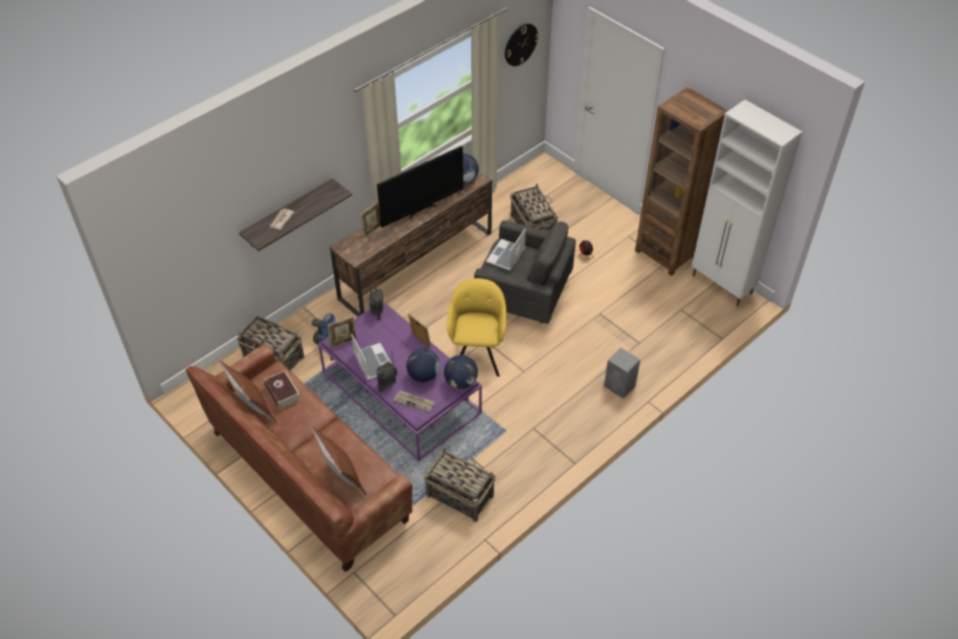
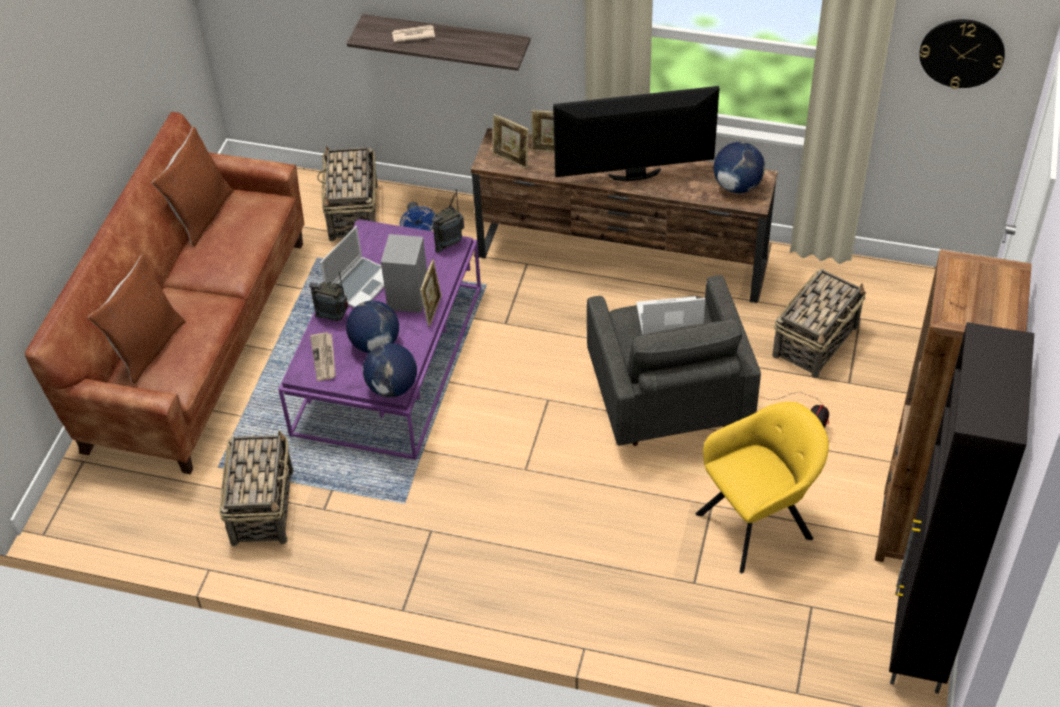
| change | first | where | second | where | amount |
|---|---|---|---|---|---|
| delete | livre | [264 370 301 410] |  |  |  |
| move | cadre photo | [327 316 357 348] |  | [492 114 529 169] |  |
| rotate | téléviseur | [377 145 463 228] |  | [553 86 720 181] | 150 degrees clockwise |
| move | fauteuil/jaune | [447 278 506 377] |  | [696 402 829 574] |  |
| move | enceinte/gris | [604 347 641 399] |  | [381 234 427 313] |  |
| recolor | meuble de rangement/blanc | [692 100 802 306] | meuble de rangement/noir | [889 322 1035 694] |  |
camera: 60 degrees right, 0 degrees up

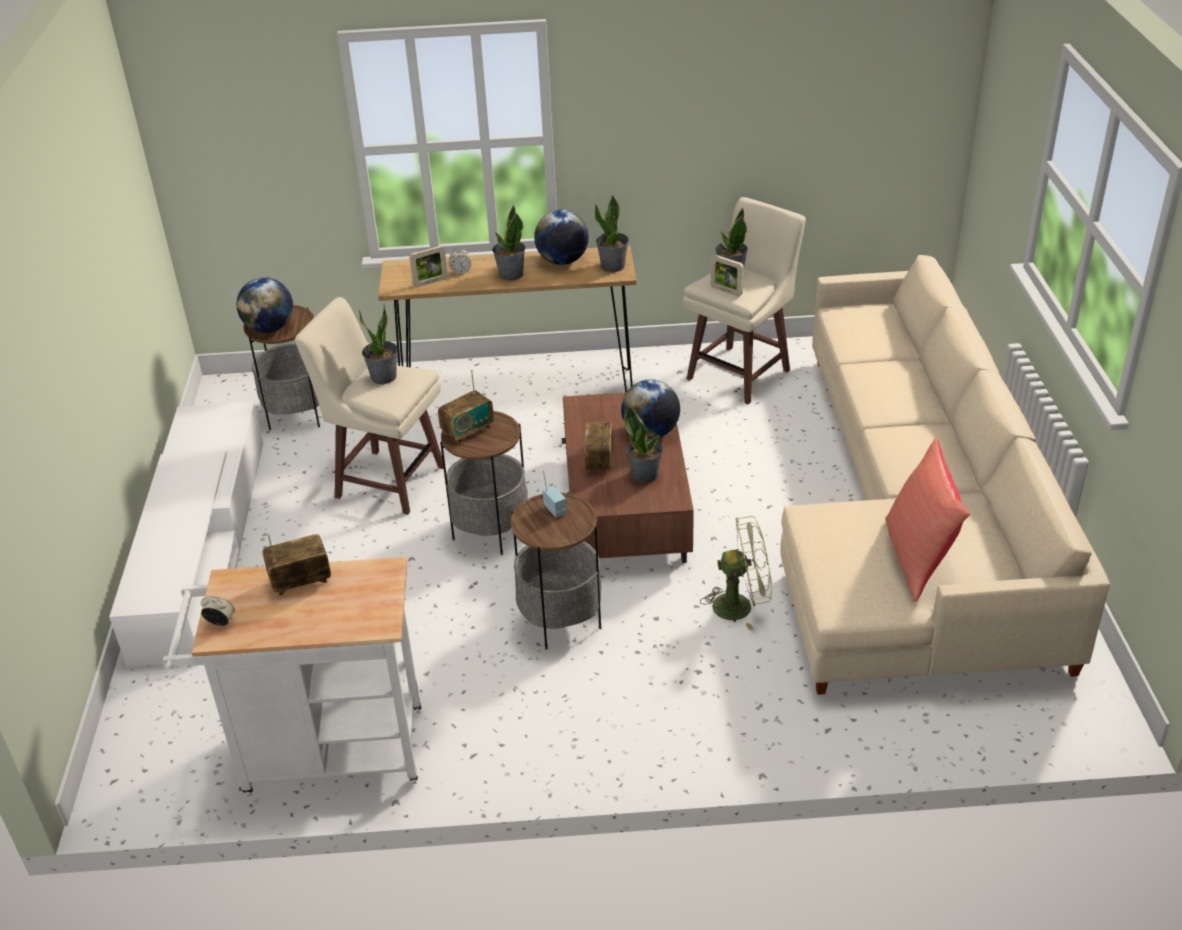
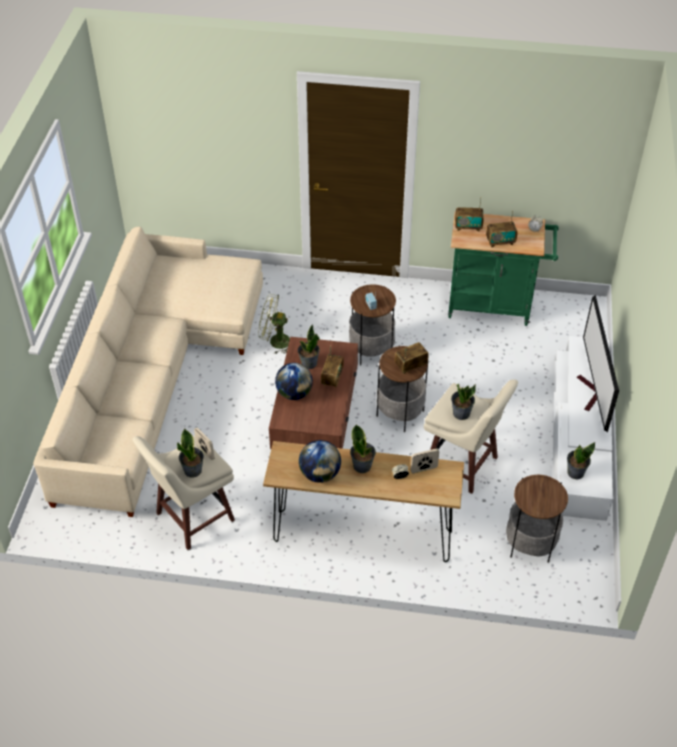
| change | first | where | second | where | amount |
|---|---|---|---|---|---|
| recolor | chariot/blanc | [163 557 421 796] | chariot/vert | [448 211 559 326] |  |
| delete | globe | [236 277 293 333] |  |  |  |
| move | plante en pot | [595 195 629 272] |  | [567 442 595 479] |  |
| delete | coussin/rouge | [885 438 970 602] |  |  |  |
| insert |  |  | radio | [455 199 484 231] |  |
| insert |  |  | téléviseur | [577 295 619 432] |  |
camera: 170 degrees left, 10 degrees up

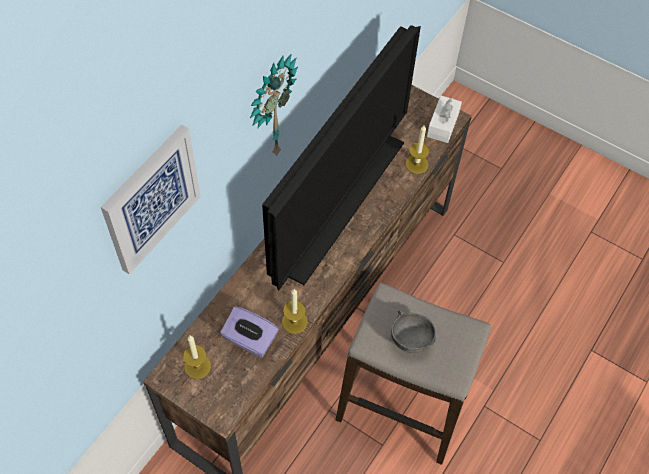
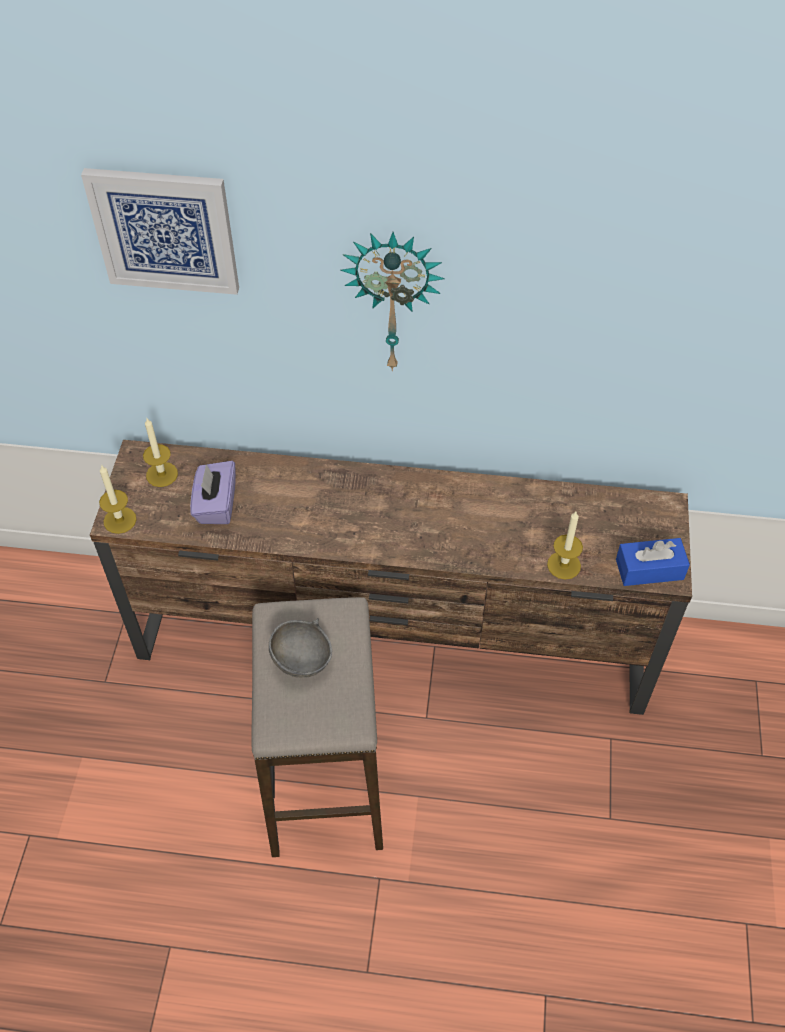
| change | first | where | second | where | amount |
|---|---|---|---|---|---|
| delete | téléviseur | [262 25 421 291] |  |  |  |
| move | bougie | [282 289 308 334] |  | [99 464 136 534] |  |
| recolor | boîte à mouchoirs/blanc | [427 96 462 143] | boîte à mouchoirs/bleu | [616 538 690 586] |  |
camera: 65 degrees right, 5 degrees down

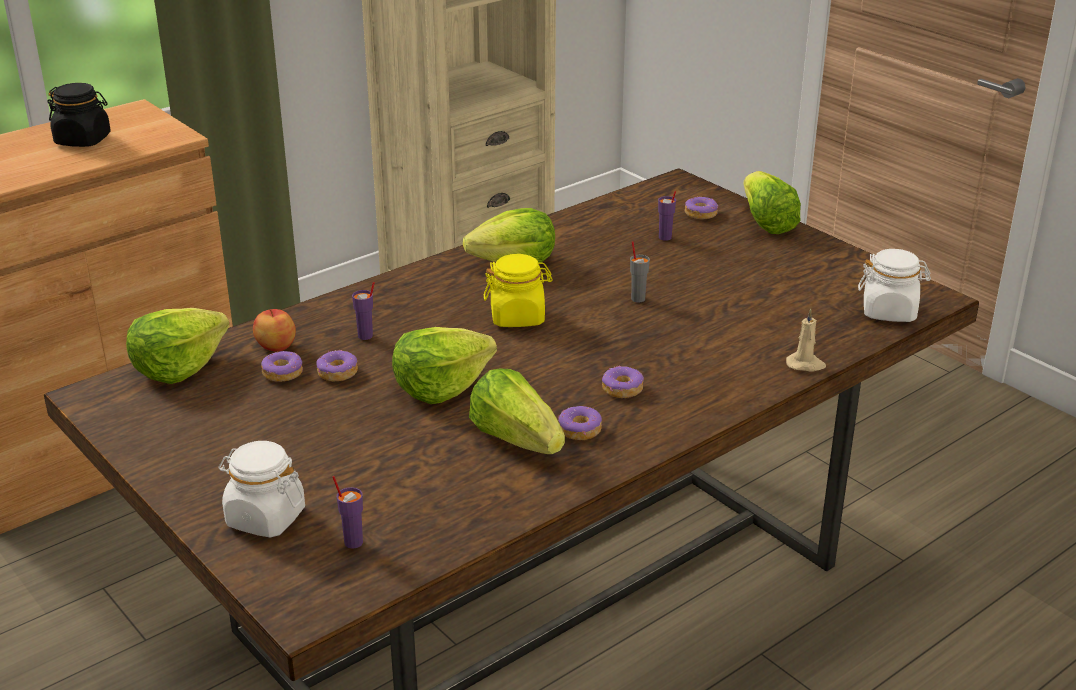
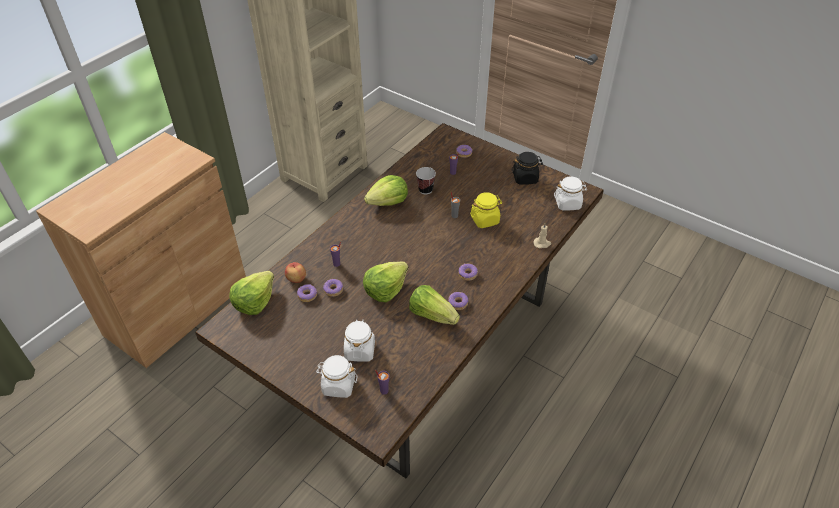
| change | first | where | second | where | amount |
|---|---|---|---|---|---|
| move | bocal/noir | [47 83 111 147] |  | [512 152 543 185] |  |
| move | bocal/jaune | [484 254 553 327] |  | [470 192 502 228] |  |
| delete | laitue | [744 171 801 234] |  |  |  |
| insert |  |  | bocal/blanc | [344 319 375 362] |  |
| insert |  |  | tasse | [416 167 436 194] |  |
camera: 15 degrees left, 15 degrees up

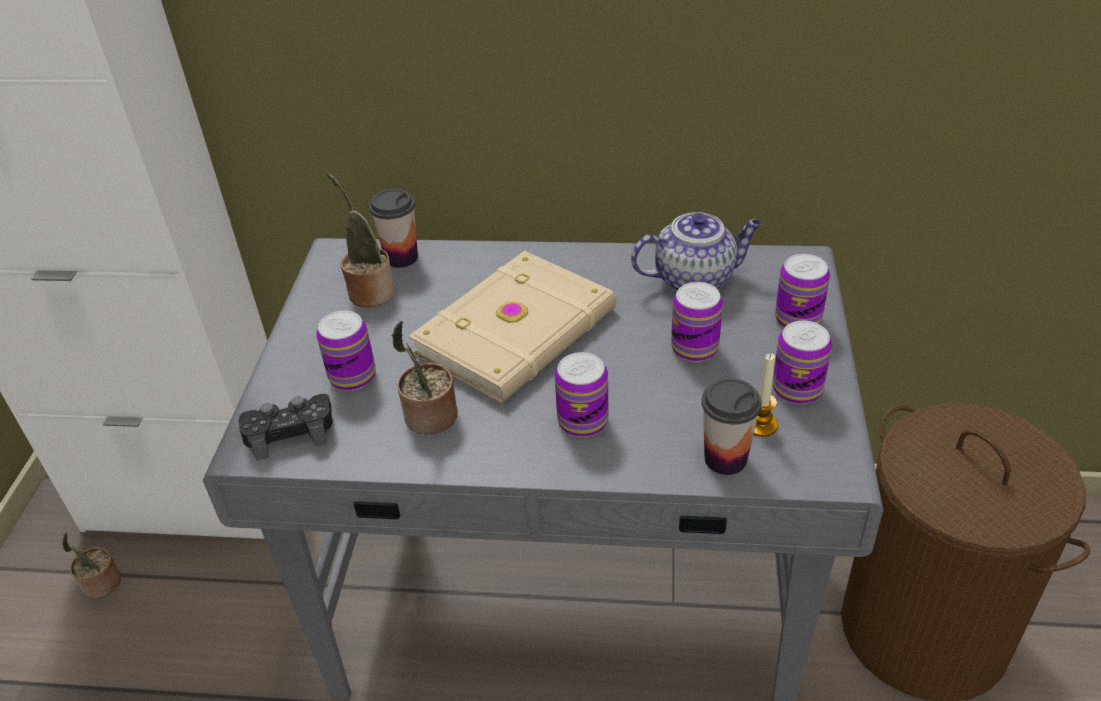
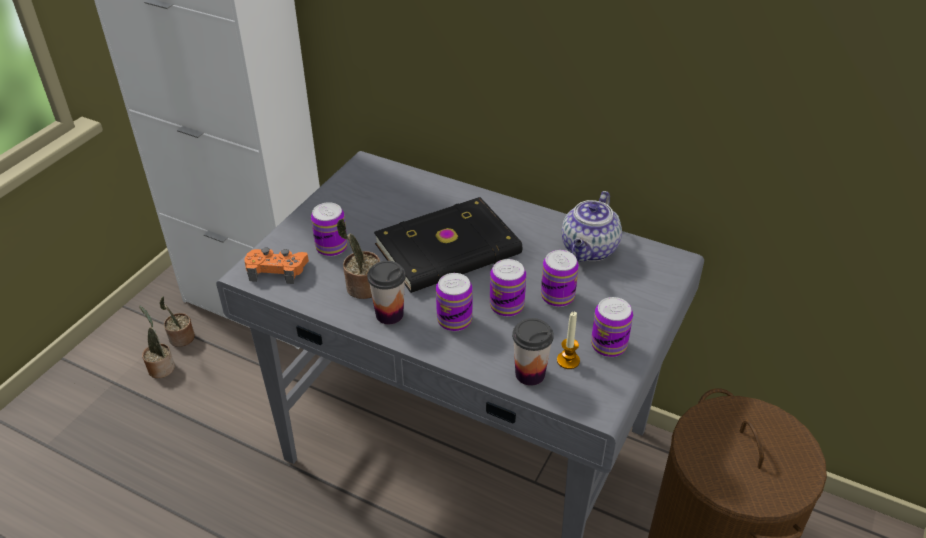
| change | first | where | second | where | amount |
|---|---|---|---|---|---|
| recolor | manette/noir | [238 394 333 461] | manette/orange | [244 248 309 284] |  |
| move | plante en pot | [327 173 395 308] |  | [139 306 175 378] |  |
| move | tasse | [369 189 418 268] |  | [367 261 406 324] |  |
| recolor | livre/beige | [409 251 616 403] | livre/noir | [374 197 522 293] |  |
| rotate | théière | [631 212 762 291] |  | [562 191 622 262] | 105 degrees clockwise |
| move | boîte métallique | [775 254 830 328] |  | [490 259 526 317] |  |
camera: 20 degrees right, 0 degrees up

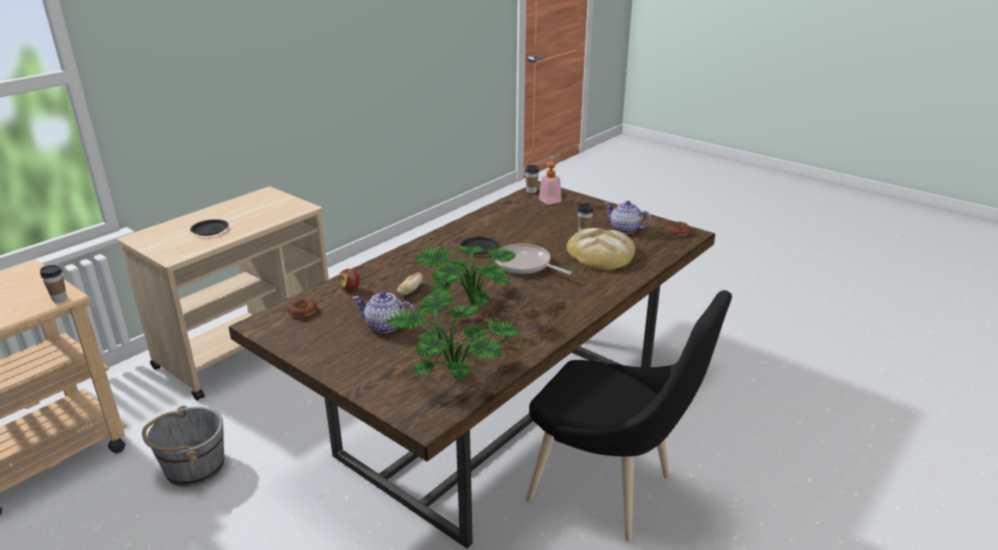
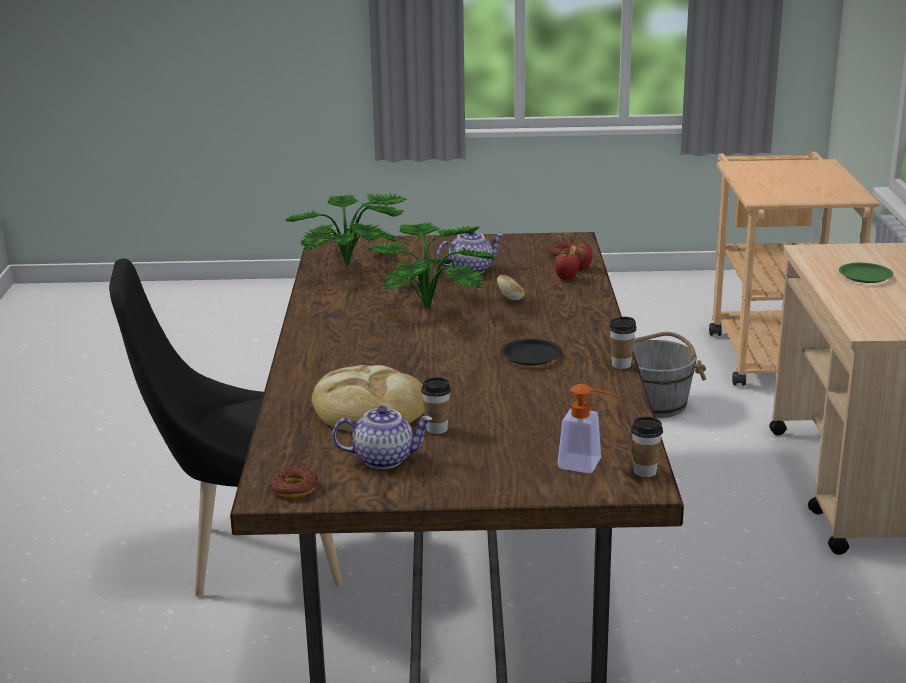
| change | first | where | second | where | amount |
|---|---|---|---|---|---|
| move | tasse | [40 265 67 302] |  | [609 317 636 369] |  |
| recolor | assiette/noir | [190 219 228 236] | assiette/vert | [839 263 893 283] |  |
| delete | poêle | [495 243 572 275] |  |  |  |
| insert |  |  | pomme | [570 241 593 270] |  |
camera: 140 degrees right, 5 degrees down

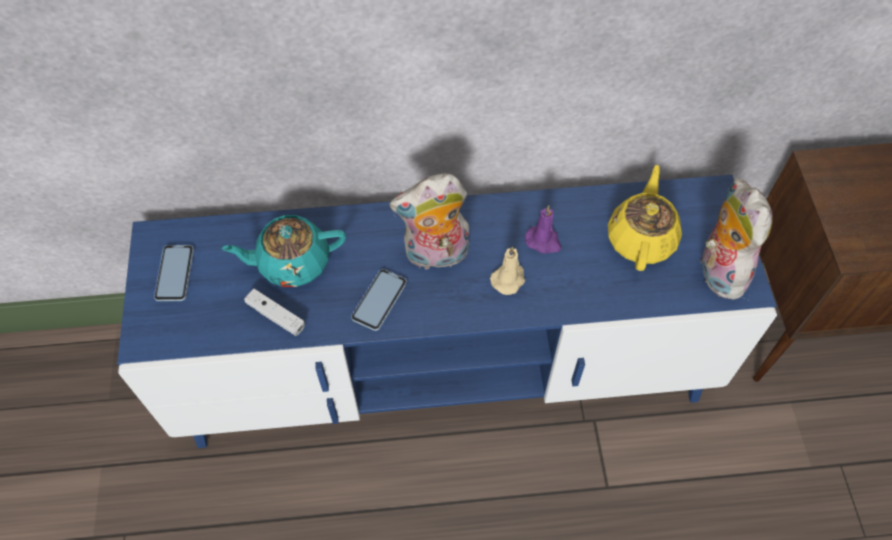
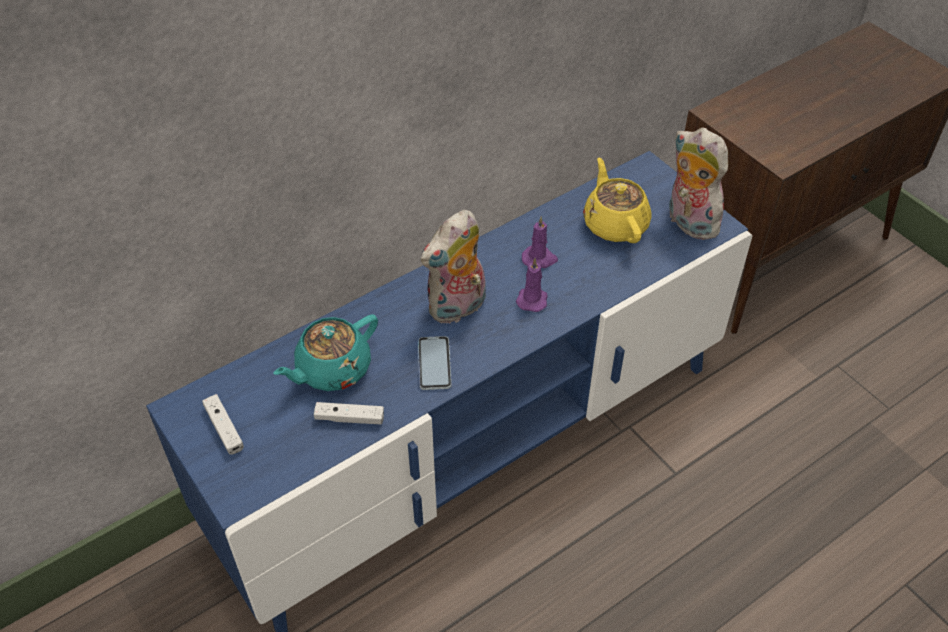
| change | first | where | second | where | amount |
|---|---|---|---|---|---|
| replace | téléphone | [154 245 194 301] | manette/blanc | [202 394 244 455] |  |
| recolor | bougie/beige | [490 246 525 295] | bougie/violet | [516 258 547 312] |  |
camera: 30 degrees left, 10 degrees down

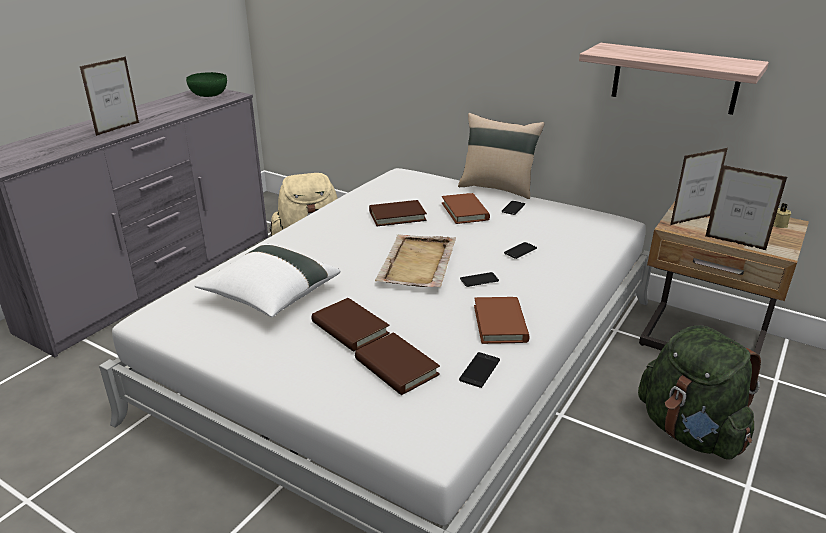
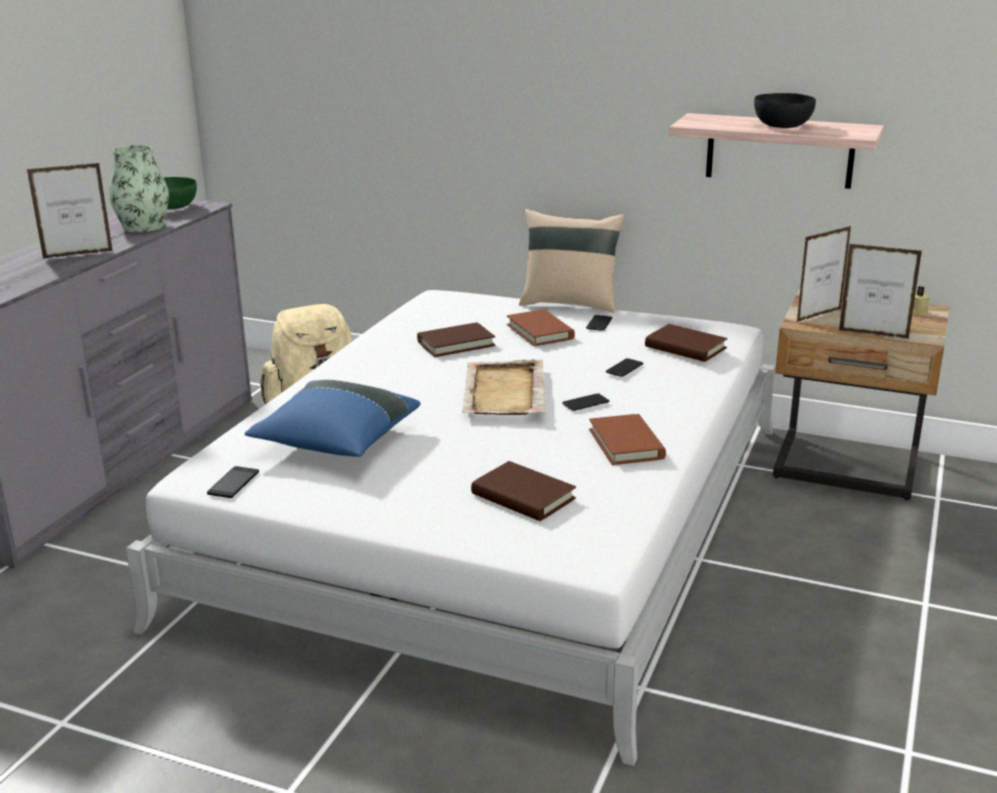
| change | first | where | second | where | amount |
|---|---|---|---|---|---|
| rotate | cadre photo | [80 56 139 136] |  | [27 163 113 259] | 45 degrees clockwise |
| recolor | coussin/blanc | [195 243 341 317] | coussin/bleu | [245 380 420 457] |  |
| move | livre/marron | [311 298 390 352] |  | [645 324 727 362] |  |
| move | téléphone | [459 352 500 388] |  | [207 466 259 498] |  |
| delete | sac à dos/vert | [638 325 761 460] |  |  |  |
| insert |  |  | vase | [109 145 169 233] |  |
| insert |  |  | bol/noir | [754 93 816 128] |  |
camera: 10 degrees left, 5 degrees down

